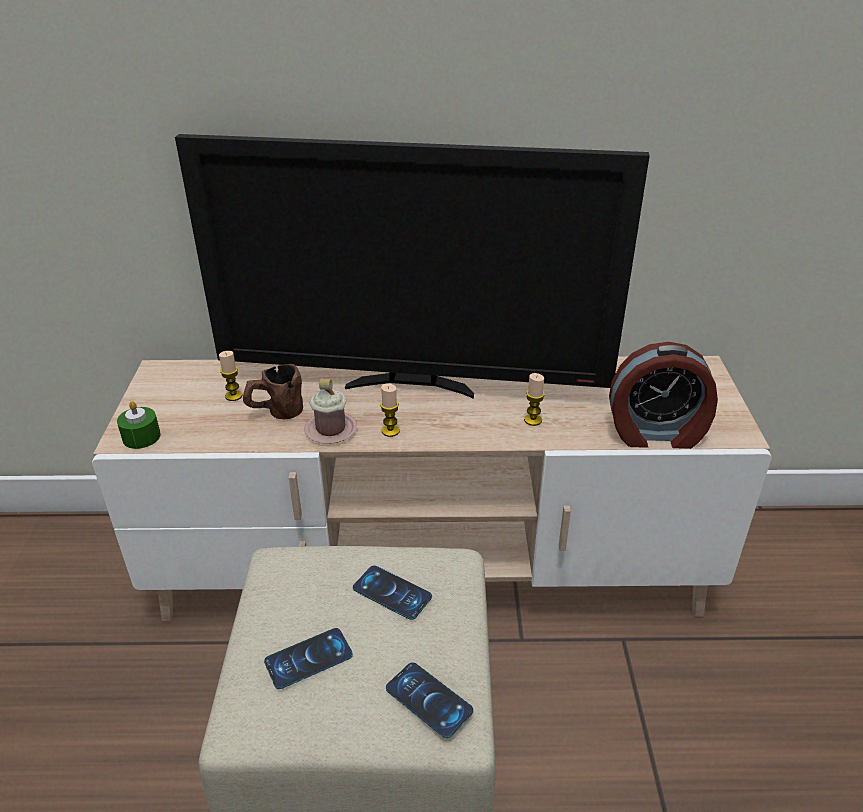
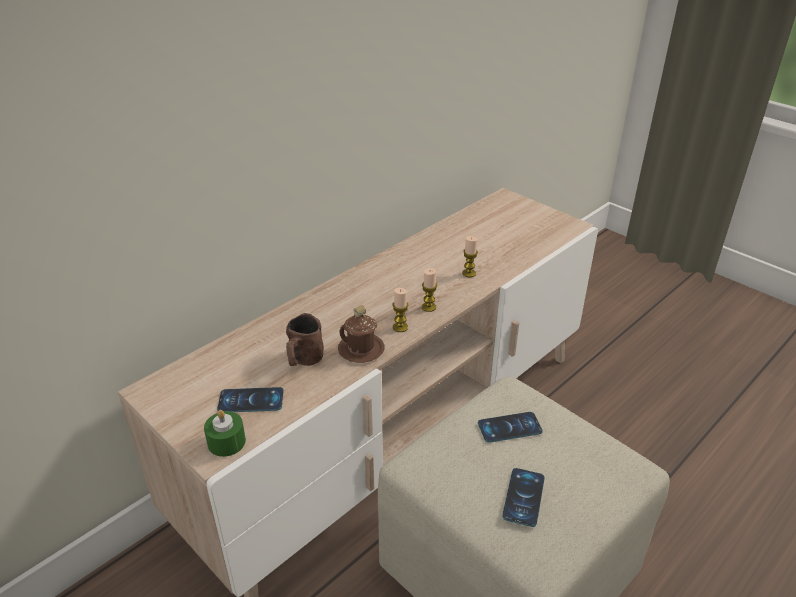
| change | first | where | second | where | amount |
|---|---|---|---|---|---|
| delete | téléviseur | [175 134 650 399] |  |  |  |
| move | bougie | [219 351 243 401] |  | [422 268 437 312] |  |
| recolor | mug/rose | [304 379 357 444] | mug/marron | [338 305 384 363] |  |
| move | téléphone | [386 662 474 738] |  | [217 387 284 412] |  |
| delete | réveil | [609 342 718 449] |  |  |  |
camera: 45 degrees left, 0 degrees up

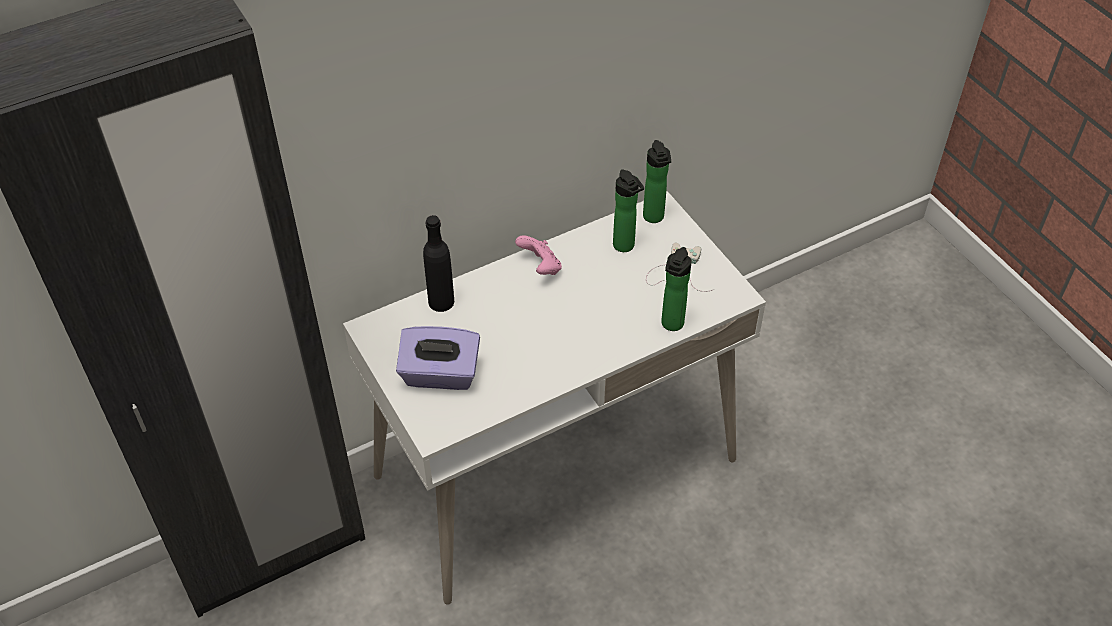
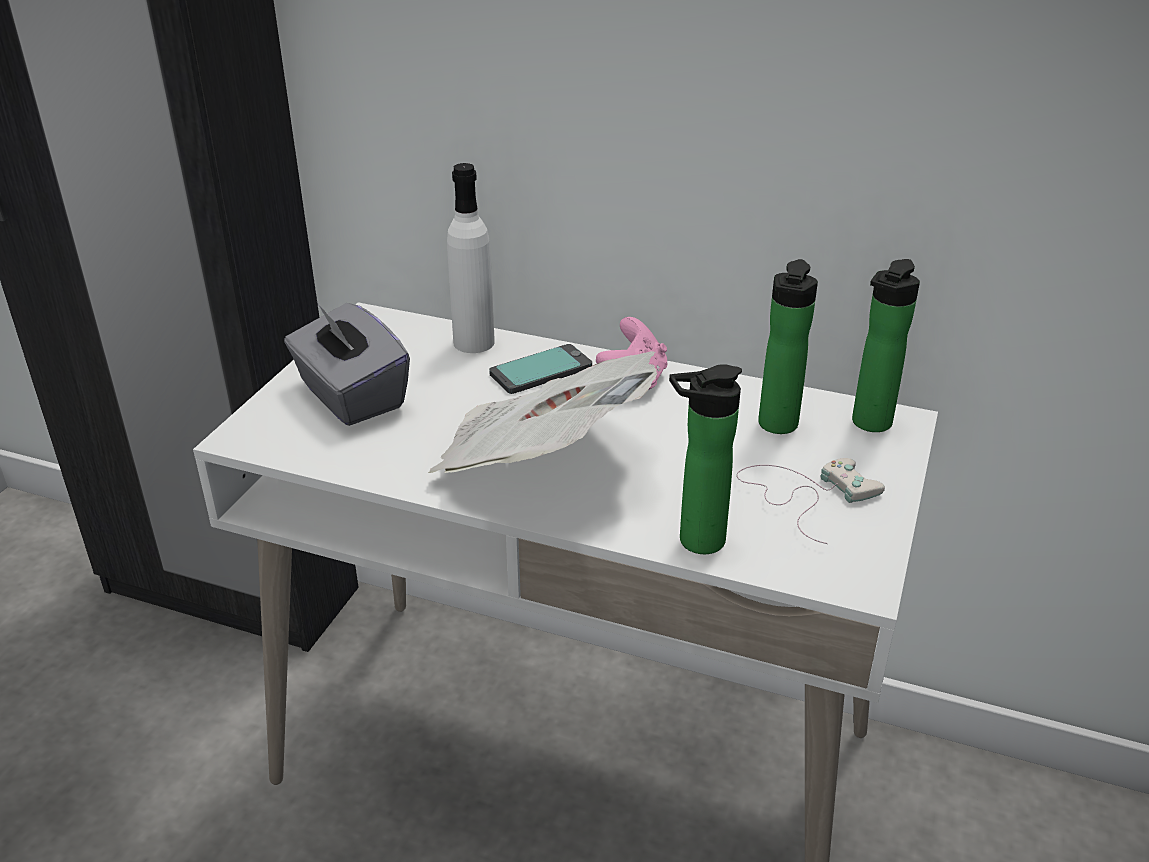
| change | first | where | second | where | amount |
|---|---|---|---|---|---|
| recolor | boîte à mouchoirs/violet | [396 326 480 390] | boîte à mouchoirs/gris | [284 302 410 426] |  |
| recolor | bouteille/noir | [423 215 454 312] | bouteille/blanc | [447 163 495 353] |  |
| insert |  |  | journal | [428 351 657 473] |  |
| insert |  |  | téléphone | [489 344 592 394] |  |
camera: 50 degrees right, 15 degrees down

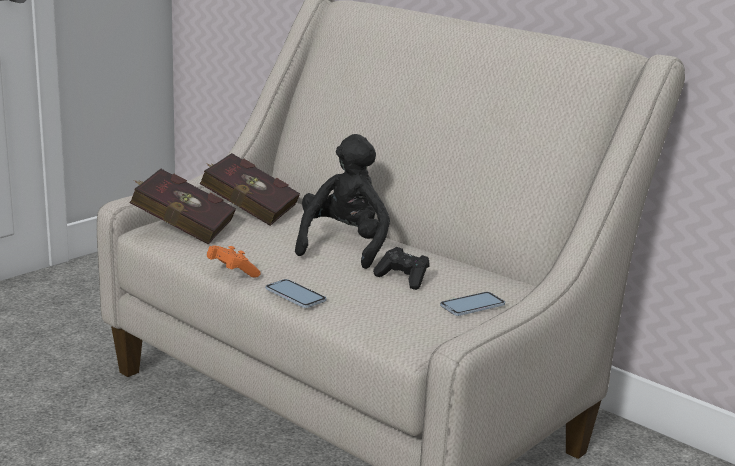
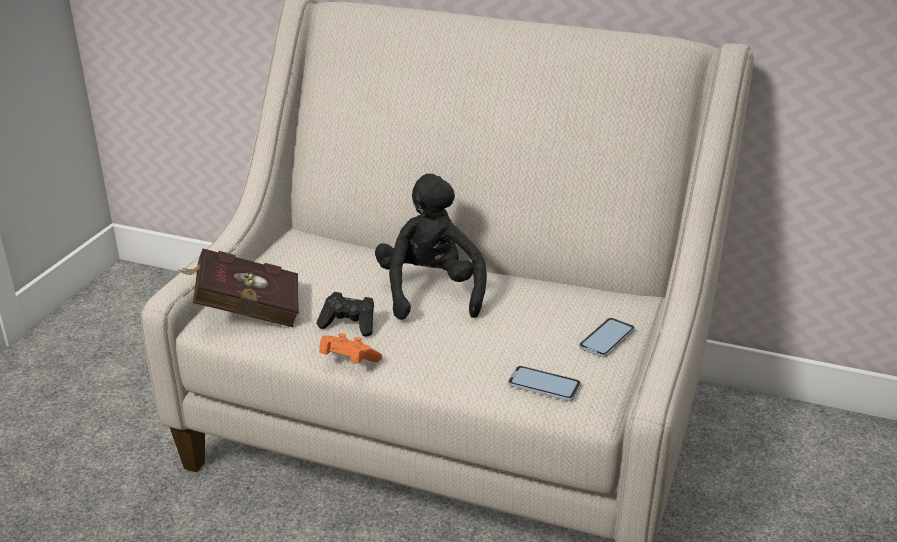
| change | first | where | second | where | amount |
|---|---|---|---|---|---|
| delete | livre/rouge | [199 153 300 226] |  |  |  |
| move | téléphone | [266 279 326 308] |  | [508 366 581 401] |  |
| move | manette/noir | [373 247 430 290] |  | [317 292 374 336] |  |
camera: 20 degrees left, 10 degrees up

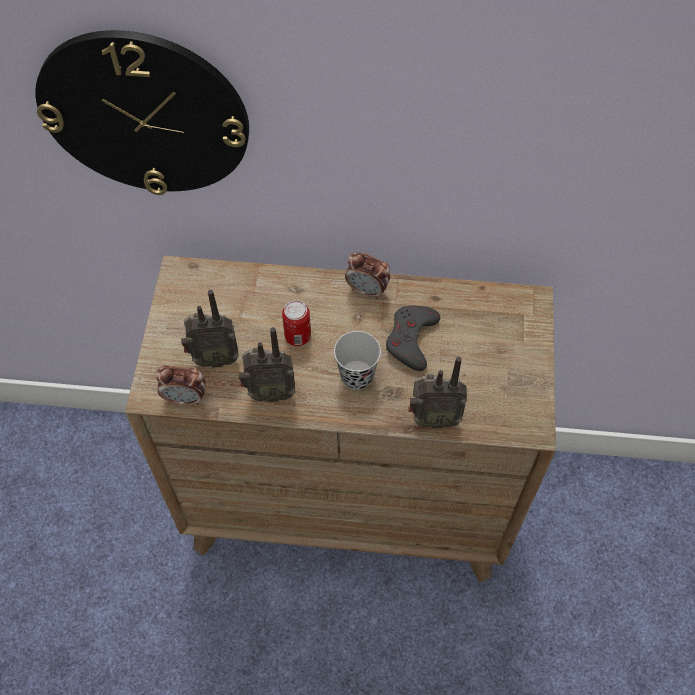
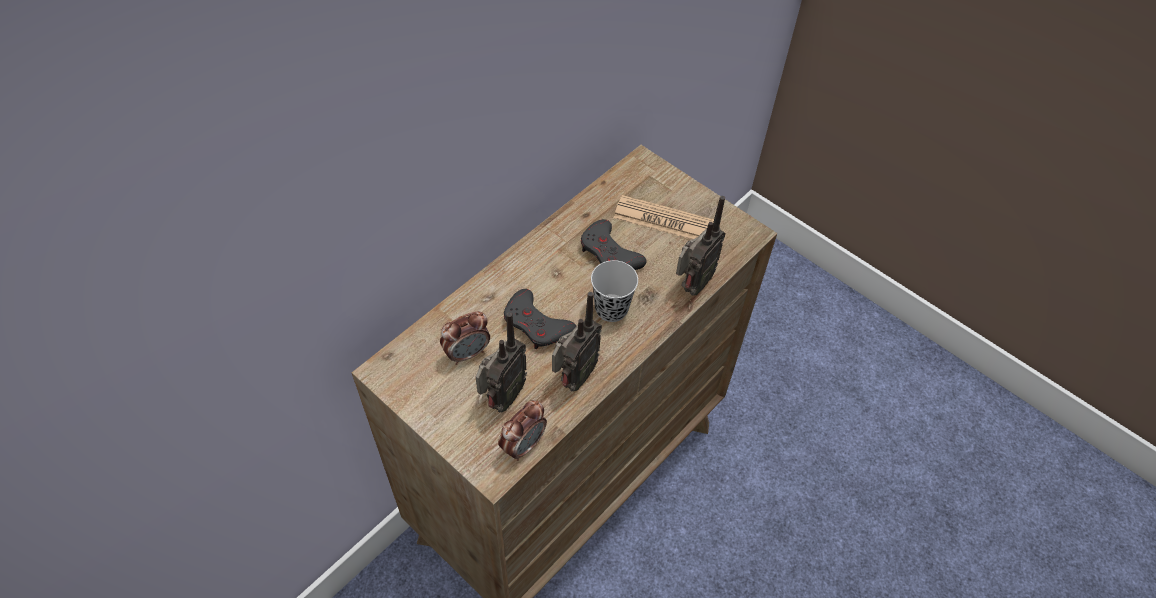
| change | first | where | second | where | amount |
|---|---|---|---|---|---|
| delete | horloge murale | [35 30 249 195] |  |  |  |
| replace | boîte métallique | [282 300 311 346] | manette/gris | [504 289 576 349] |  |
| move | réveil | [345 252 390 299] |  | [440 311 490 365] |  |
| insert |  |  | journal | [614 195 714 240] |  |
camera: 55 degrees left, 5 degrees down

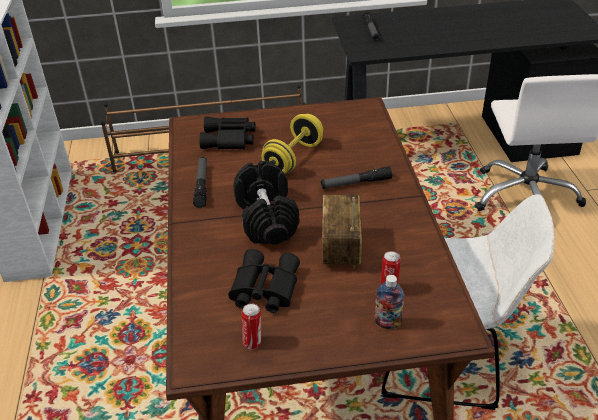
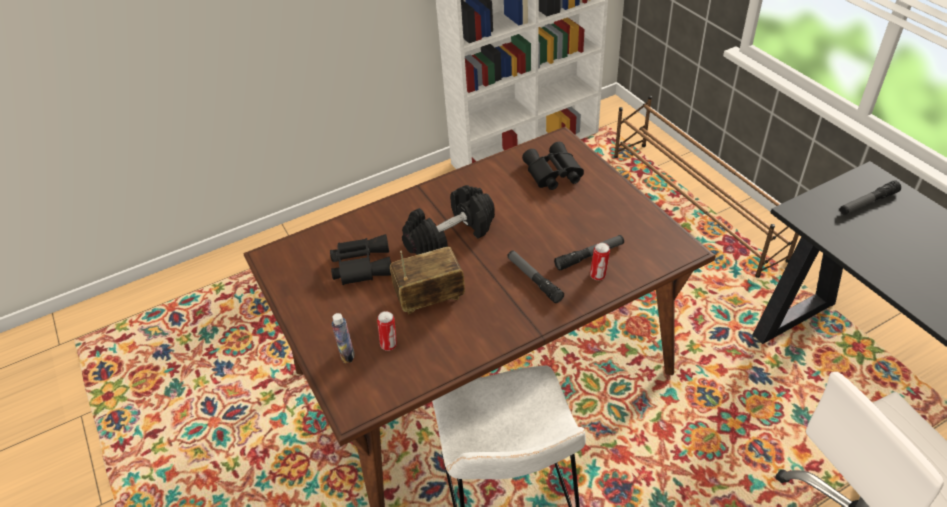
| change | first | where | second | where | amount |
|---|---|---|---|---|---|
| move | lampe de poche | [193 157 207 208] |  | [554 235 624 271] |  |
| move | boîte métallique | [242 303 261 349] |  | [590 243 610 280] |  |
| delete | haltère/jaune | [261 114 323 173] |  |  |  |
camera: 70 degrees right, 5 degrees up

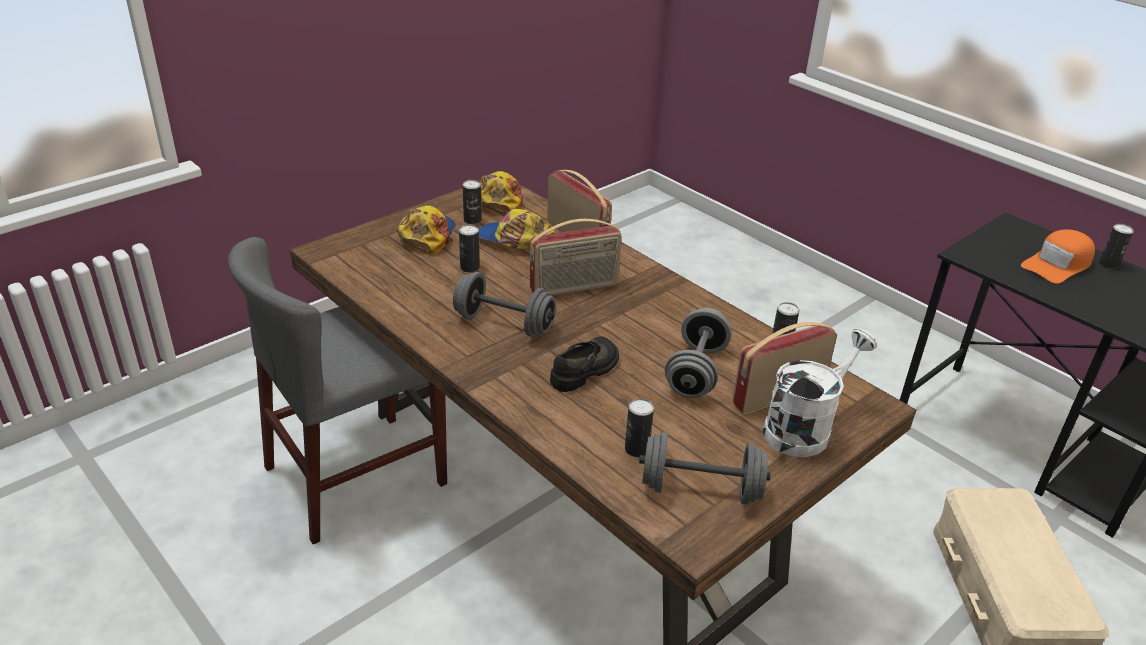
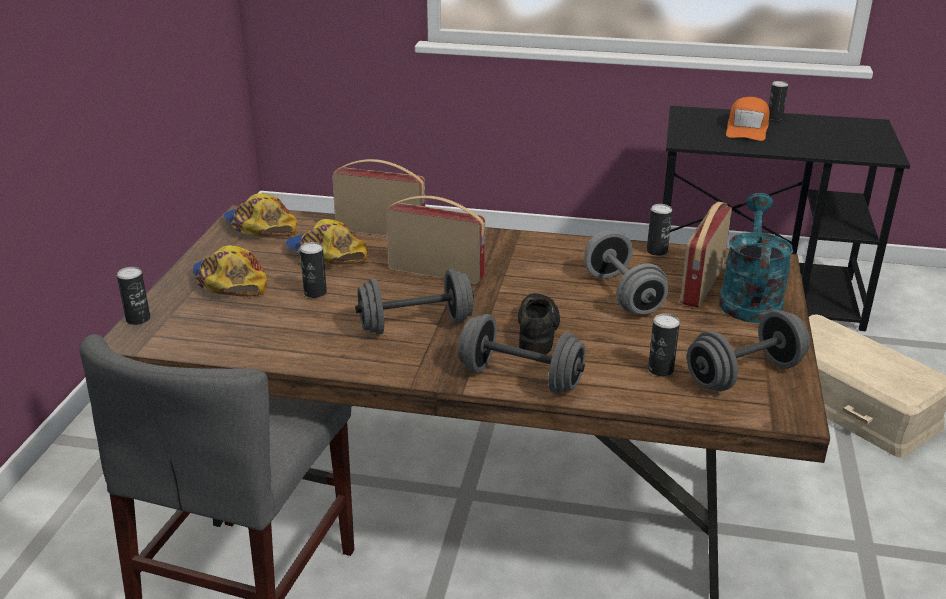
| change | first | where | second | where | amount |
|---|---|---|---|---|---|
| move | boîte métallique | [463 180 482 224] |  | [117 267 150 325] |  |
| rotate | casquette | [479 209 555 249] |  | [285 219 367 265] | 60 degrees clockwise |
| rotate | radio | [529 219 622 296] |  | [386 196 486 284] | 105 degrees counterclockwise |
| recolor | arrosoir/blanc | [763 328 877 457] | arrosoir/turquoise | [719 193 793 323] |  |
| insert |  |  | haltère/gris | [458 314 586 394] |  |
camera: 35 degrees left, 5 degrees down

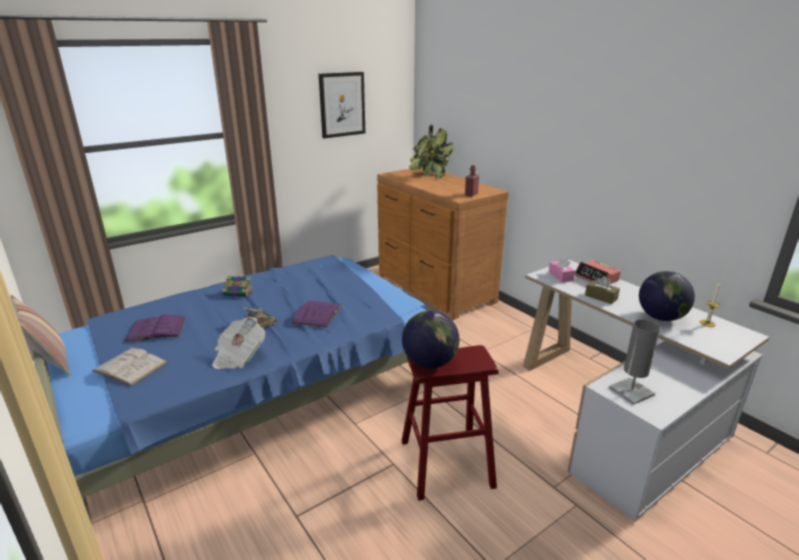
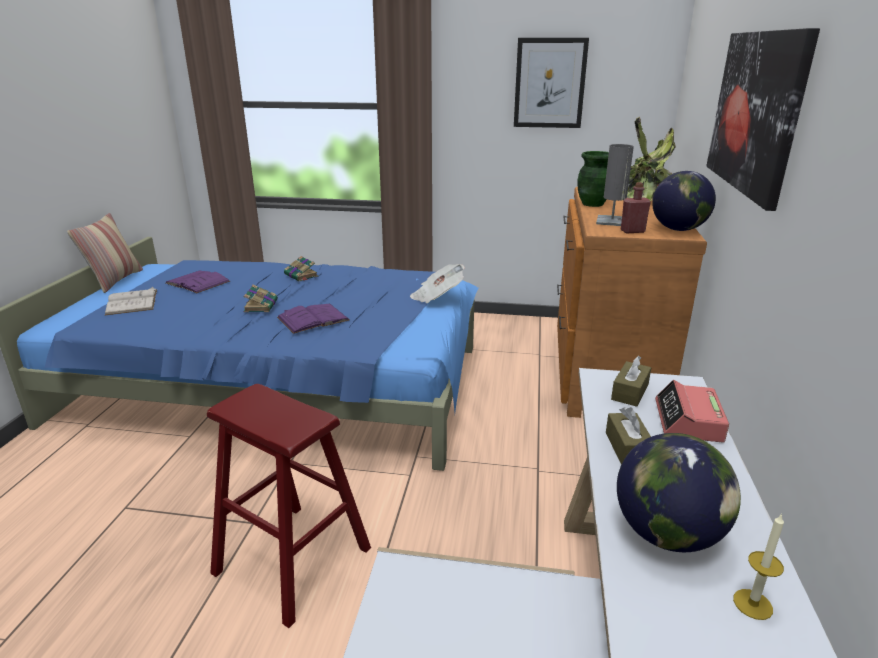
| change | first | where | second | where | amount |
|---|---|---|---|---|---|
| move | journal | [212 317 265 369] |  | [410 264 465 303] |  |
| move | globe | [402 311 459 368] |  | [652 171 716 231] |  |
| recolor | boîte à mouchoirs/rose | [549 256 575 282] | boîte à mouchoirs/marron | [611 356 651 407] |  |
| move | lampe de table/gris | [609 319 660 405] |  | [596 144 634 226] |  |
| insert |  |  | vase/vert | [578 151 609 207] |  |
| insert |  |  | tableau | [706 28 820 211] |  |
camera: 45 degrees right, 0 degrees up

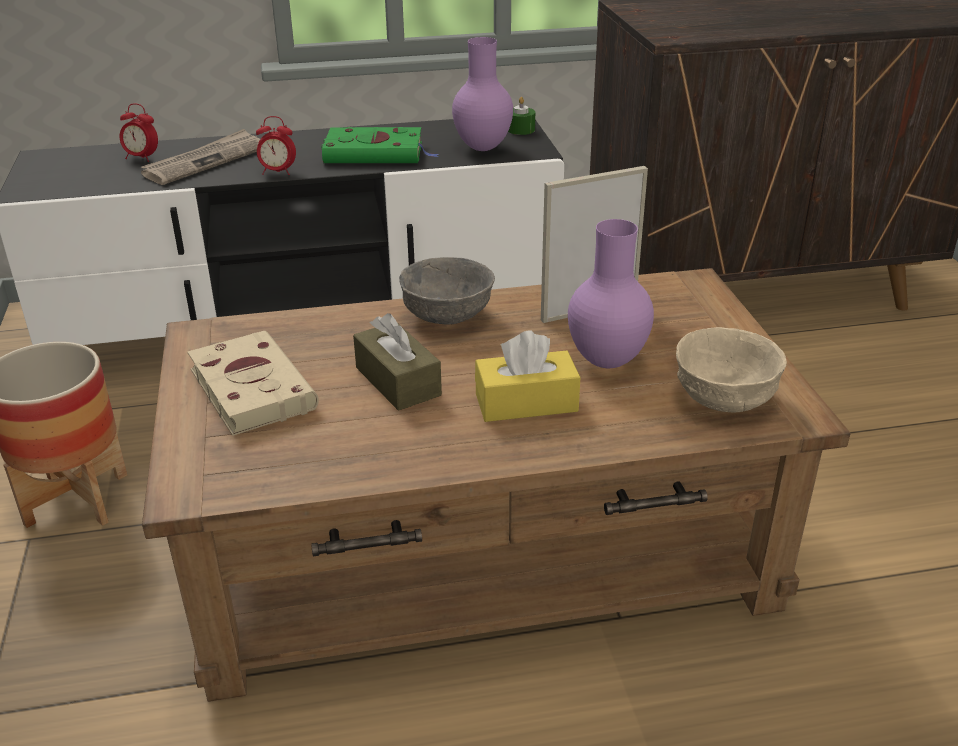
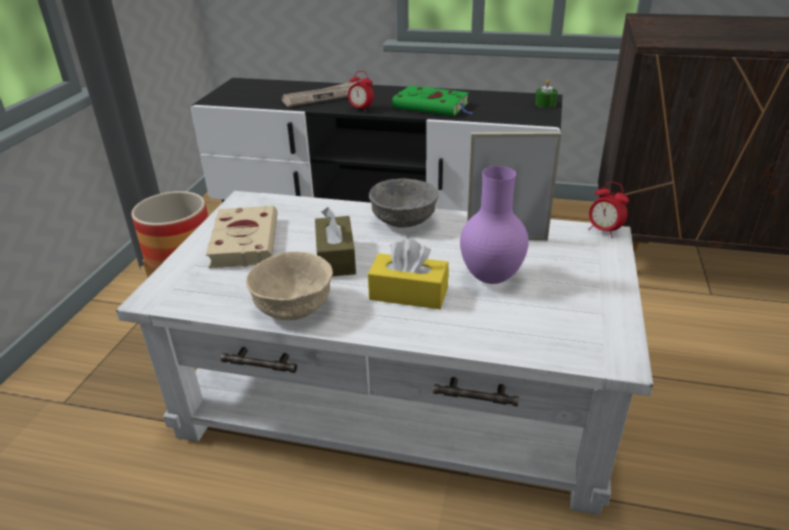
| change | first | where | second | where | amount |
|---|---|---|---|---|---|
| move | réveil | [119 103 158 162] |  | [588 182 629 238] |  |
| recolor | table basse/marron | [142 268 850 702] | table basse/blanc | [116 191 653 515] |  |
| delete | vase/violet | [452 37 513 151] |  |  |  |
| move | bol/beige | [676 327 787 413] |  | [246 252 333 320] |  |
camera: 25 degrees right, 0 degrees up

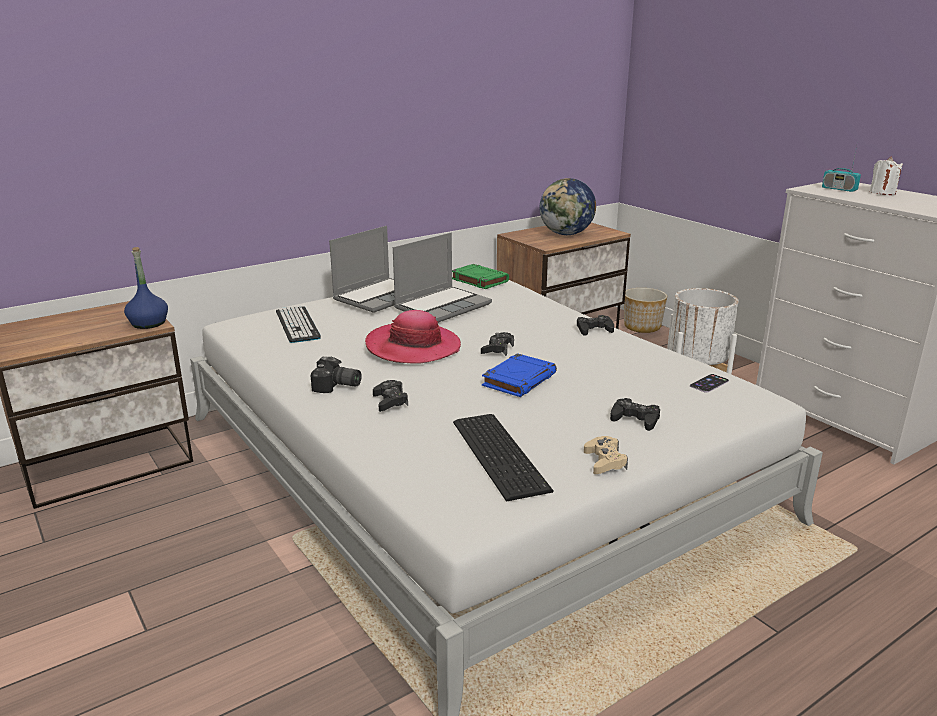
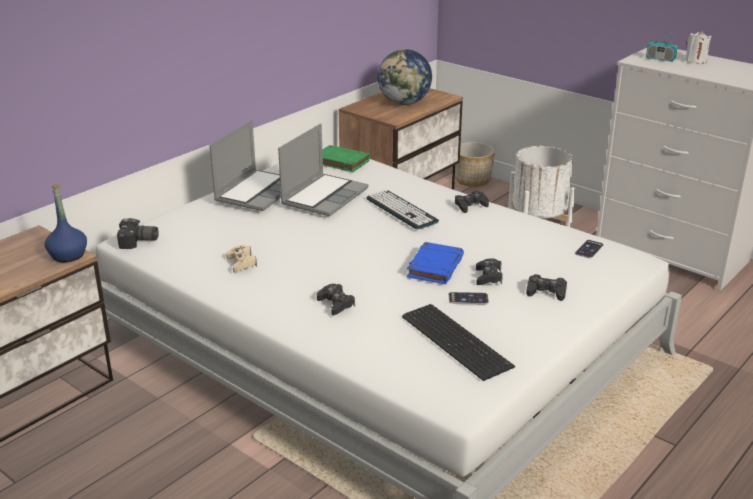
| change | first | where | second | where | amount |
|---|---|---|---|---|---|
| move | clavier | [276 306 321 343] |  | [366 190 439 230] |  |
| move | appareil photo | [311 356 362 393] |  | [117 218 159 249] |  |
| delete | chapeau | [365 310 461 364] |  |  |  |
| move | manette/noir | [481 332 514 356] |  | [476 258 503 285] |  |
| move | manette/beige | [584 436 628 474] |  | [226 245 257 273] |  |
| insert |  |  | téléphone | [449 292 489 304] |  |
camera: 15 degrees left, 5 degrees up

